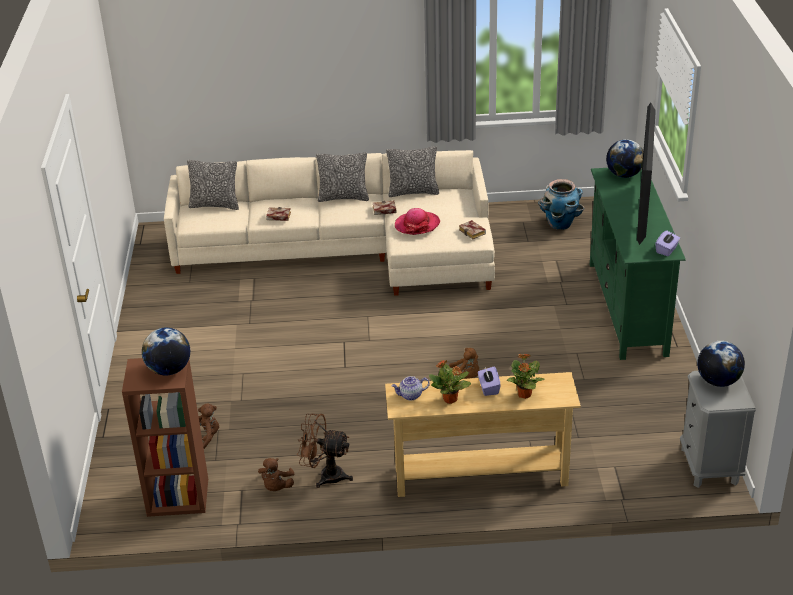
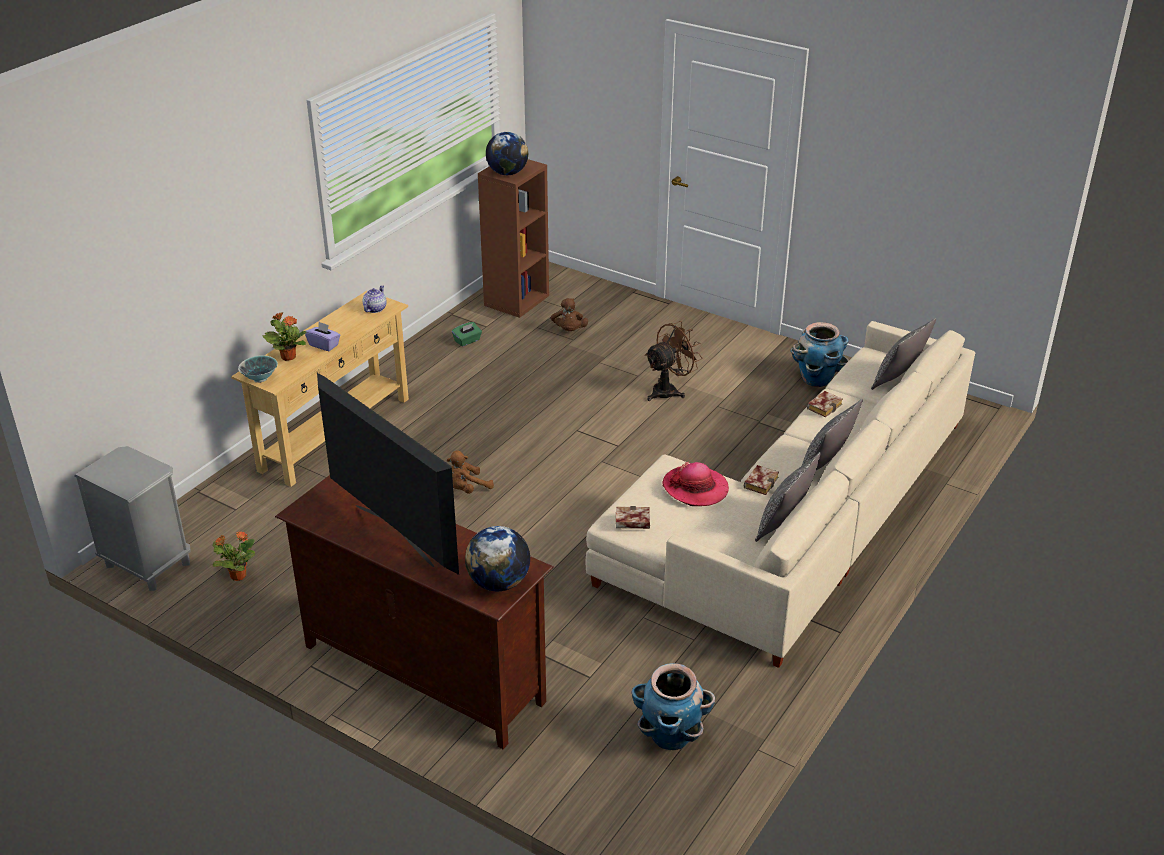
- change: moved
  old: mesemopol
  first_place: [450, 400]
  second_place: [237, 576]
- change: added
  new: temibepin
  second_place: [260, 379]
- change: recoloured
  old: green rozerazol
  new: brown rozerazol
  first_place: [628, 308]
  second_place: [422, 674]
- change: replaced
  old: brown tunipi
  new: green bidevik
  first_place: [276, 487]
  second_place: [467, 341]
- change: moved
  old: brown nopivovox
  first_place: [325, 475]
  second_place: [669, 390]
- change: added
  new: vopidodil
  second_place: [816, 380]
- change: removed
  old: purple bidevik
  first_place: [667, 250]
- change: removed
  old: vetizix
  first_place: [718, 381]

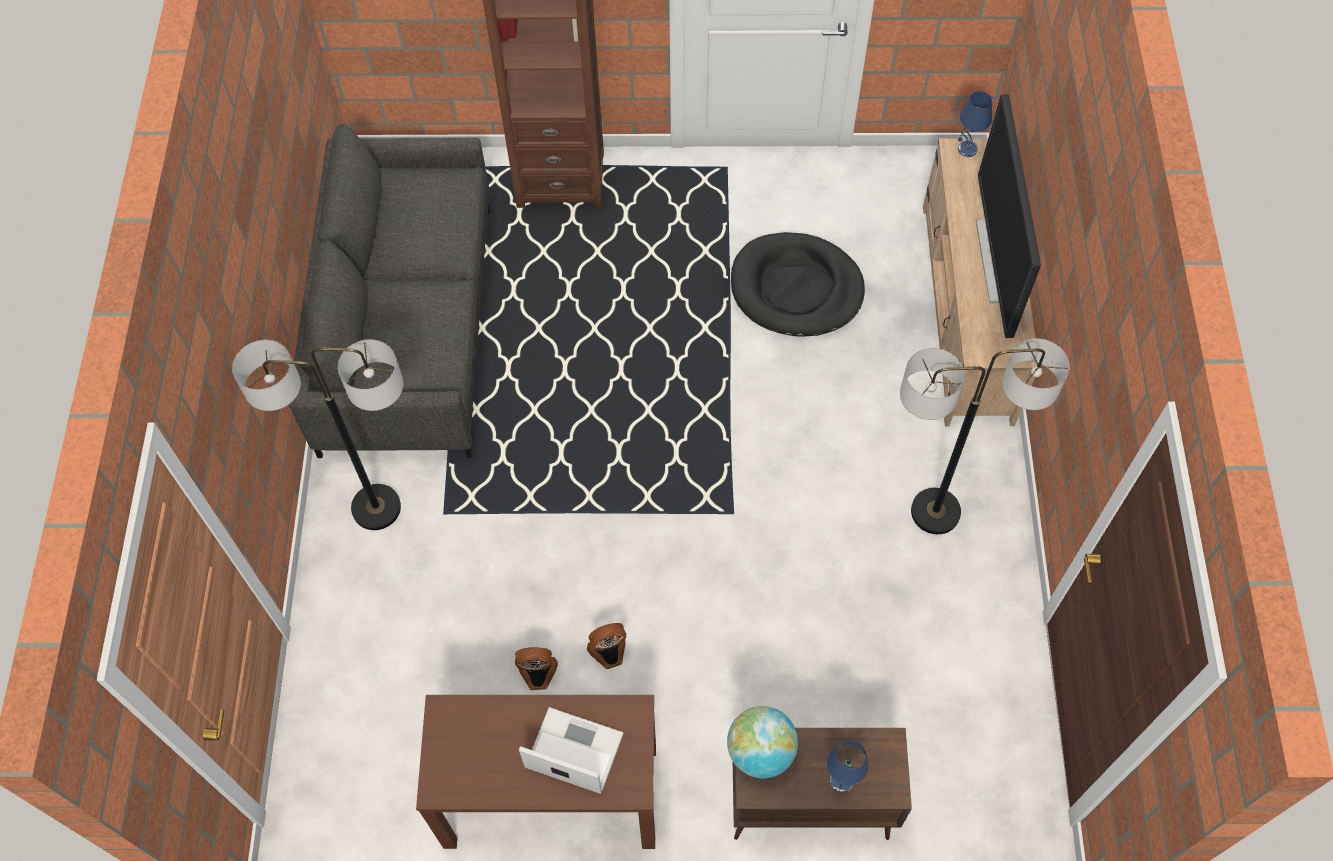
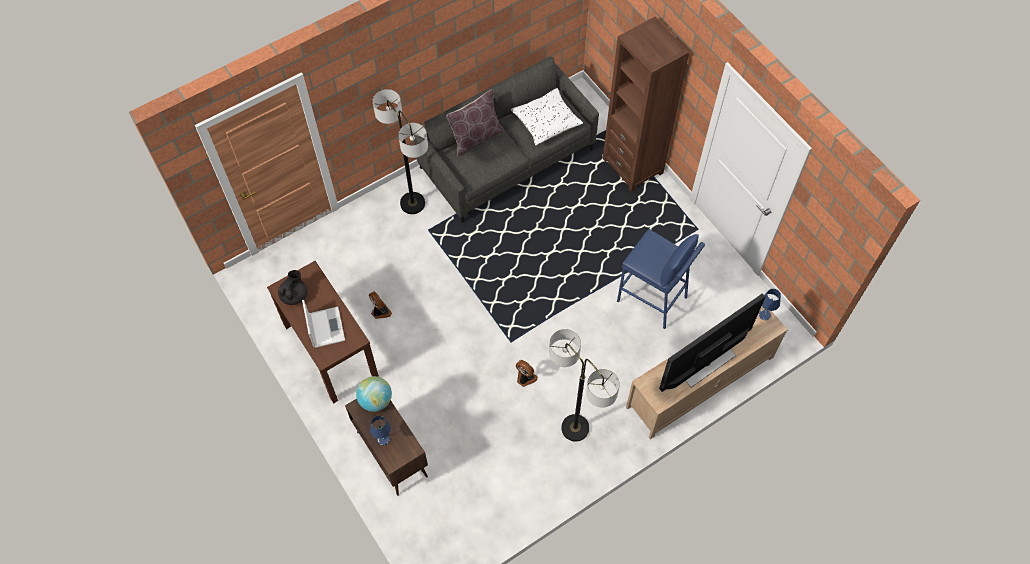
- change: added
  new: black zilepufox
  second_place: [294, 295]
- change: added
  new: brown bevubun
  second_place: [475, 138]
- change: added
  new: white bevubun
  second_place: [546, 122]
- change: moved
  old: nopivovox
  first_place: [609, 652]
  second_place: [525, 378]
- change: replaced
  old: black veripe
  new: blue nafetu
  first_place: [796, 289]
  second_place: [652, 299]

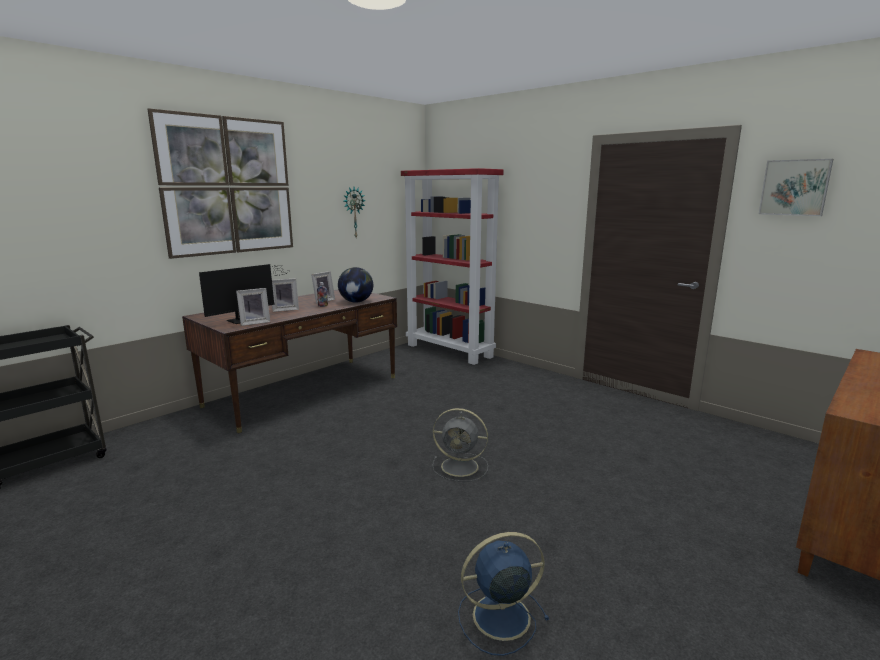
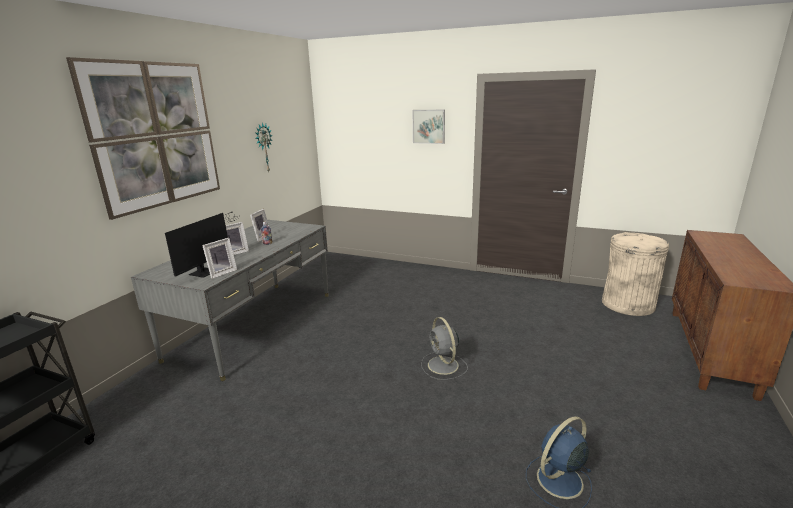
- change: recoloured
  old: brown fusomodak
  new: grey fusomodak
  first_place: [304, 391]
  second_place: [254, 324]
- change: moved
  old: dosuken
  first_place: [794, 187]
  second_place: [429, 126]
- change: turned
  old: grey nopivovox
  first_place: [461, 467]
  second_place: [443, 366]
  degrees: 75
- change: added
  new: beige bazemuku
  second_place: [627, 304]
- change: removed
  old: vetizix
  first_place: [356, 302]
- change: removed
  old: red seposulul
  first_place: [450, 351]

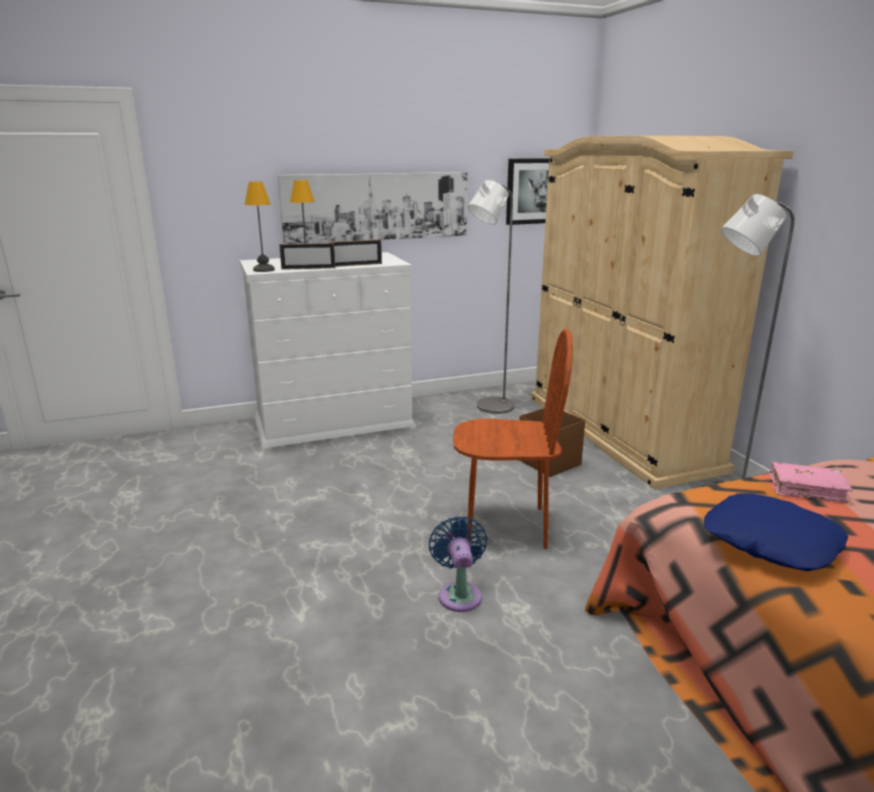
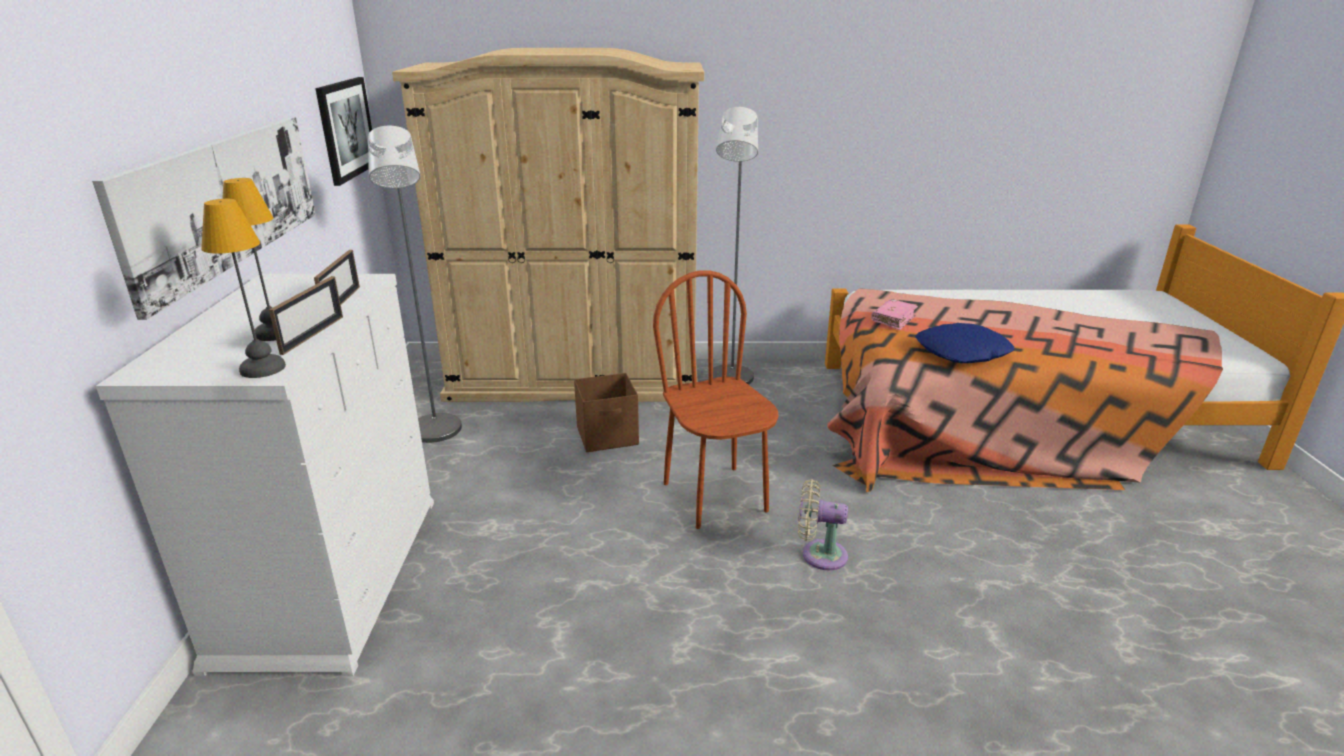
- change: turned
  old: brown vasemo
  first_place: [505, 526]
  second_place: [716, 497]
  degrees: -45
- change: recoloured
  old: blue nopivovox
  new: beige nopivovox
  first_place: [459, 593]
  second_place: [819, 554]

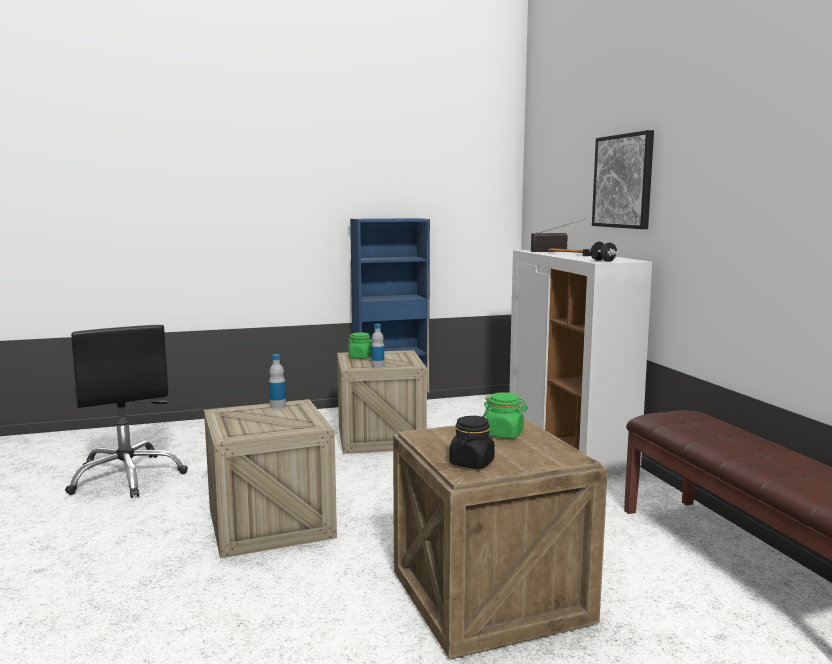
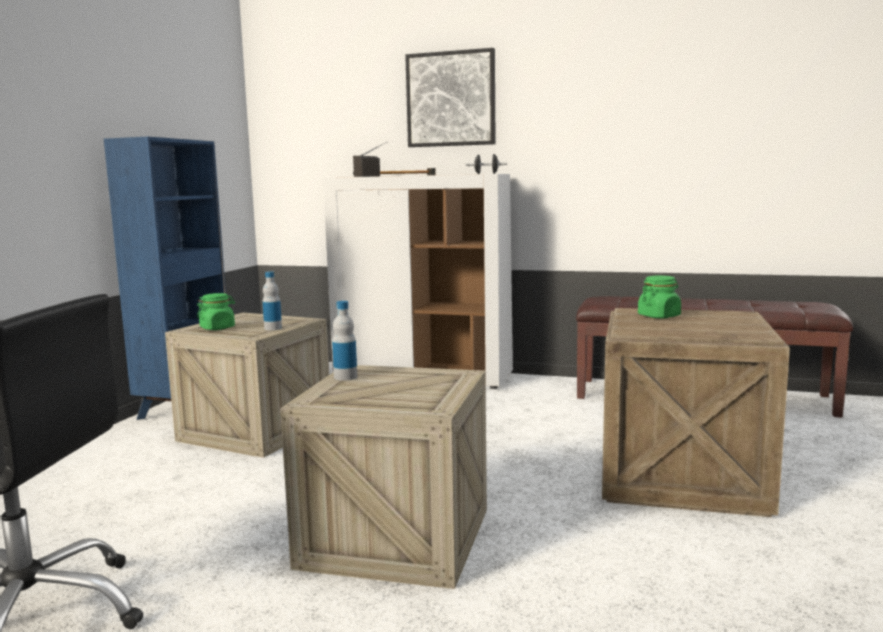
- change: removed
  old: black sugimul
  first_place: [471, 463]

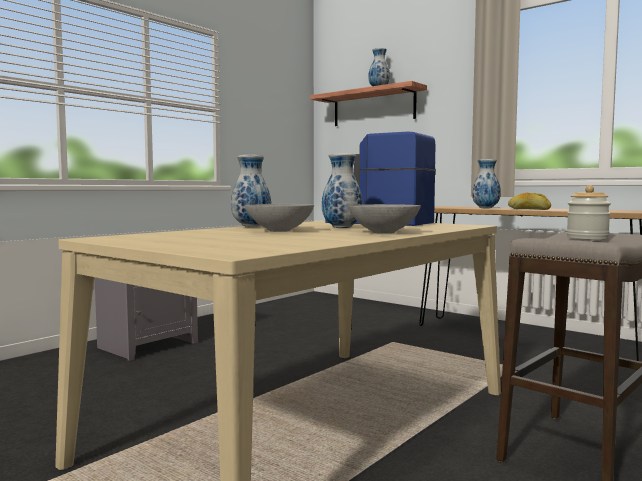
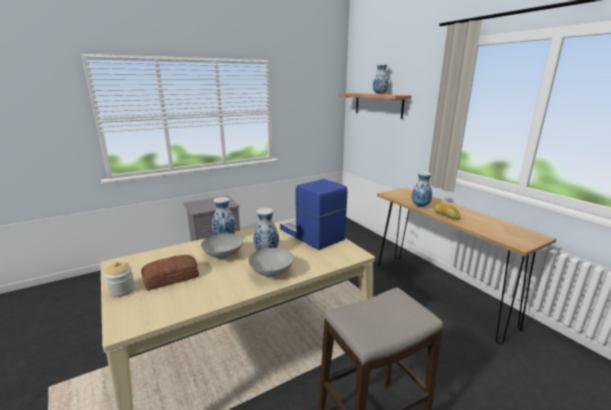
- change: moved
  old: sugimul
  first_place: [587, 238]
  second_place: [122, 290]
- change: added
  new: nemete
  second_place: [172, 278]

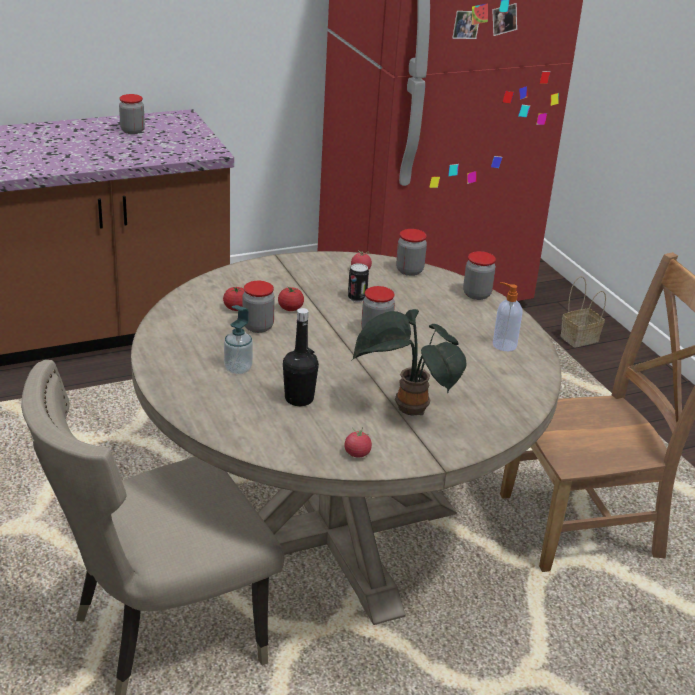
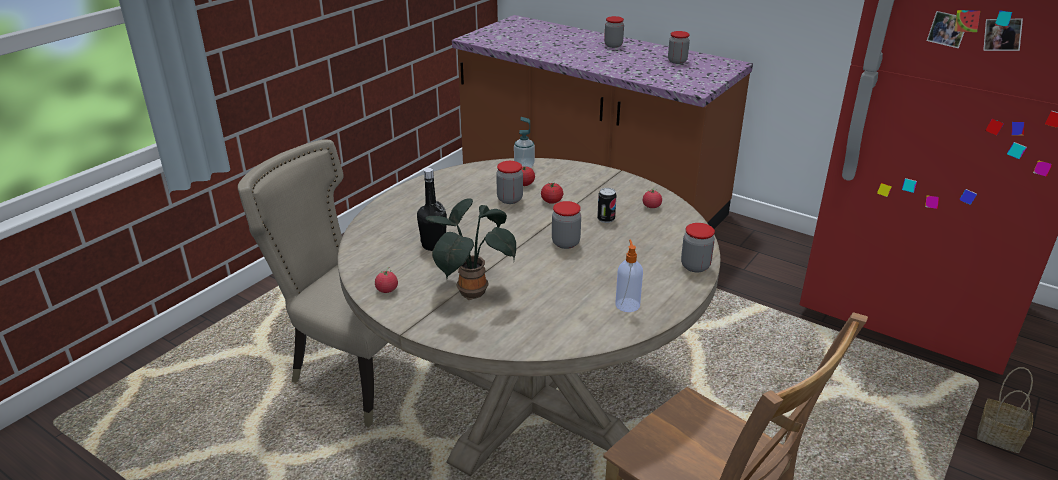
- change: moved
  old: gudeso
  first_place: [238, 368]
  second_place: [524, 166]
- change: moved
  old: sugimul
  first_place: [409, 271]
  second_place: [613, 45]

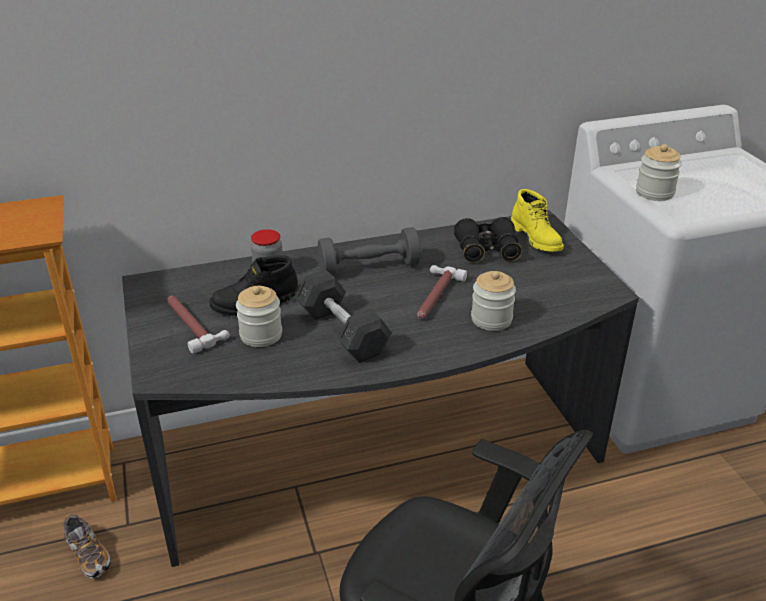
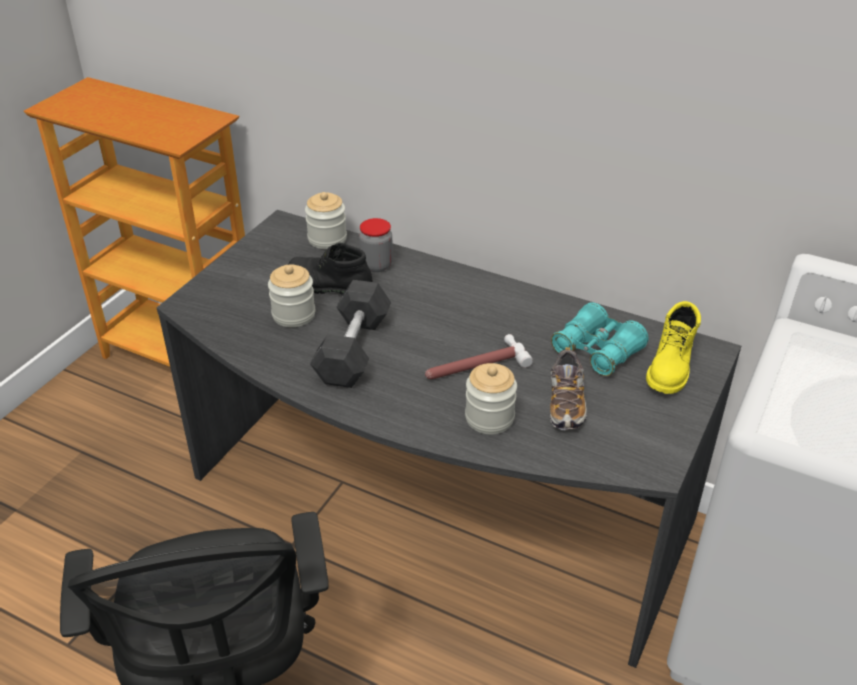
- change: moved
  old: sugimul
  first_place: [654, 193]
  second_place: [327, 239]
- change: moved
  old: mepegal
  first_place: [88, 555]
  second_place: [566, 404]
- change: recoloured
  old: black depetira
  new: turquoise depetira
  first_place: [487, 250]
  second_place: [597, 351]
- change: removed
  old: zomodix
  first_place: [192, 324]
- change: removed
  old: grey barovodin
  first_place: [369, 268]

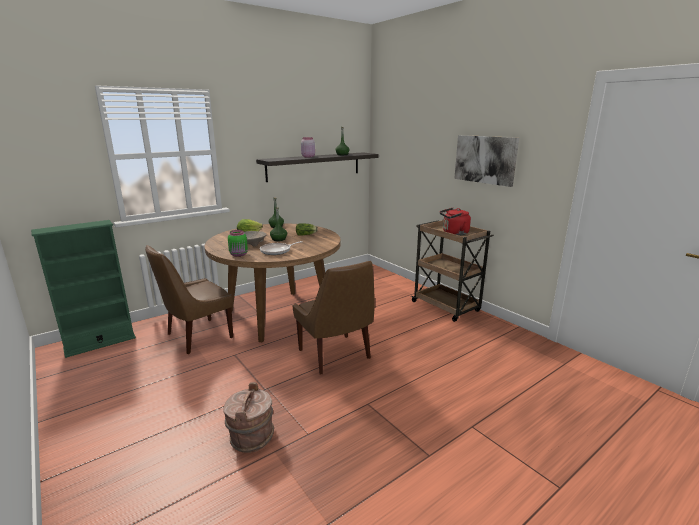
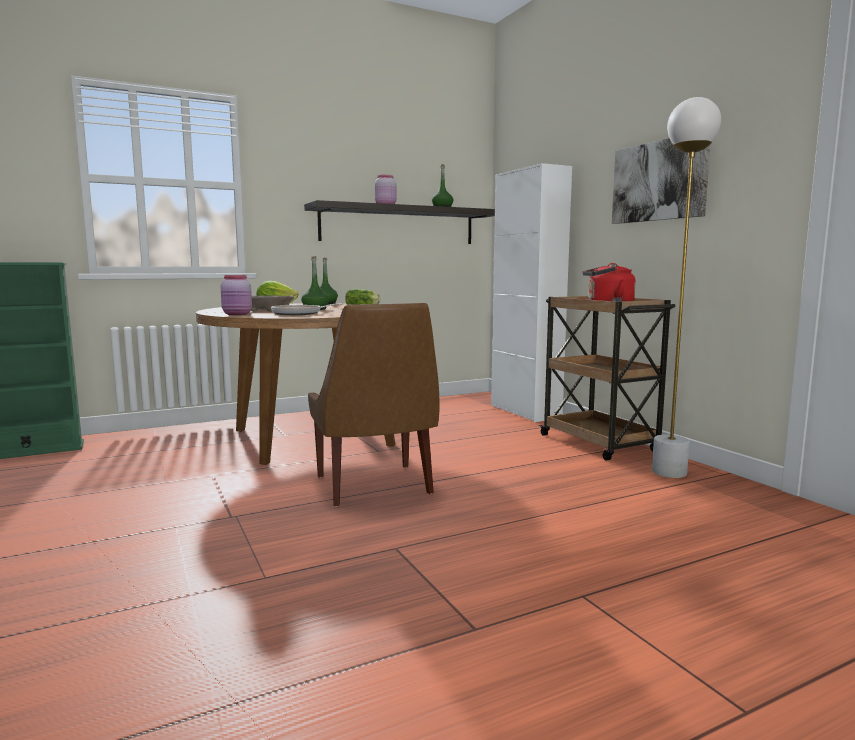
- change: recoloured
  old: green sugimul
  new: pink sugimul
  first_place: [239, 255]
  second_place: [237, 314]
- change: added
  new: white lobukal
  second_place: [525, 412]
- change: added
  new: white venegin
  second_place: [669, 472]
- change: removed
  old: brown vasemo
  first_place: [197, 336]
- change: removed
  old: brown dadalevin
  first_place: [251, 437]

